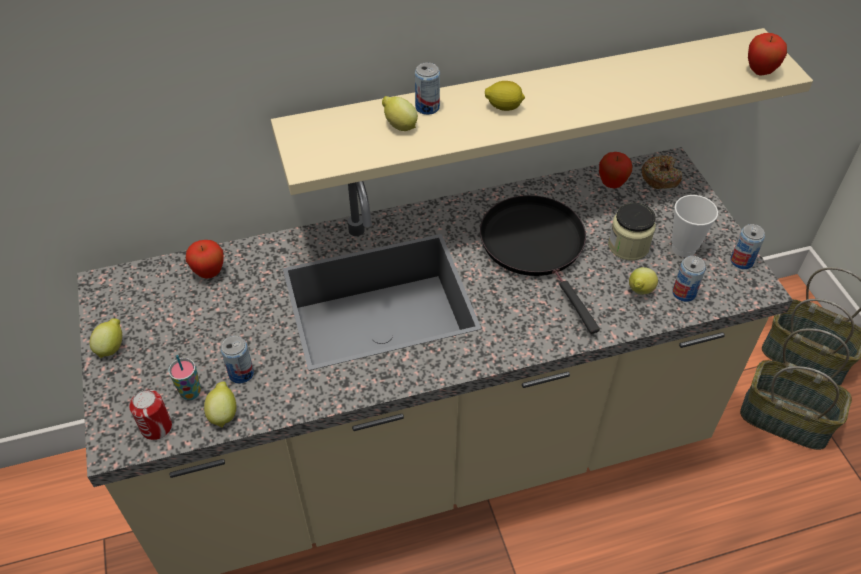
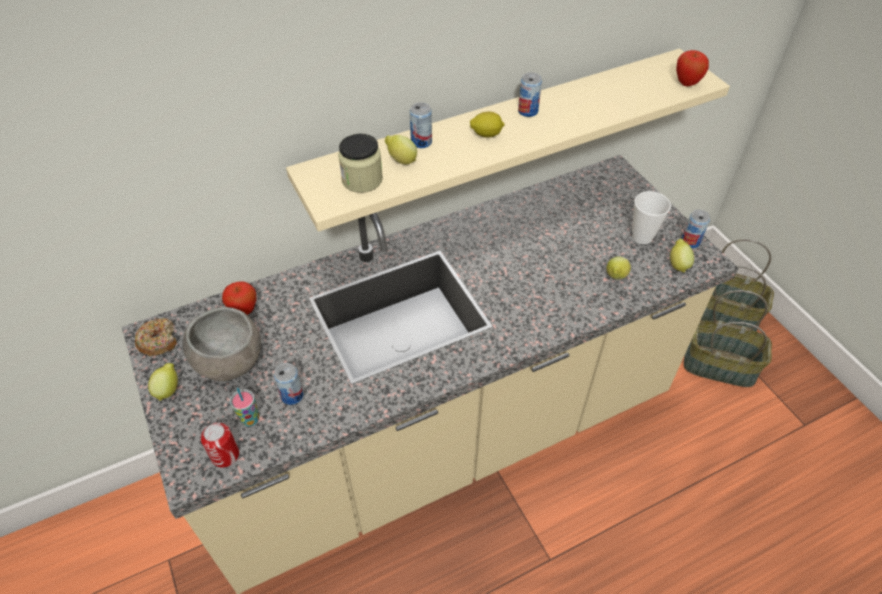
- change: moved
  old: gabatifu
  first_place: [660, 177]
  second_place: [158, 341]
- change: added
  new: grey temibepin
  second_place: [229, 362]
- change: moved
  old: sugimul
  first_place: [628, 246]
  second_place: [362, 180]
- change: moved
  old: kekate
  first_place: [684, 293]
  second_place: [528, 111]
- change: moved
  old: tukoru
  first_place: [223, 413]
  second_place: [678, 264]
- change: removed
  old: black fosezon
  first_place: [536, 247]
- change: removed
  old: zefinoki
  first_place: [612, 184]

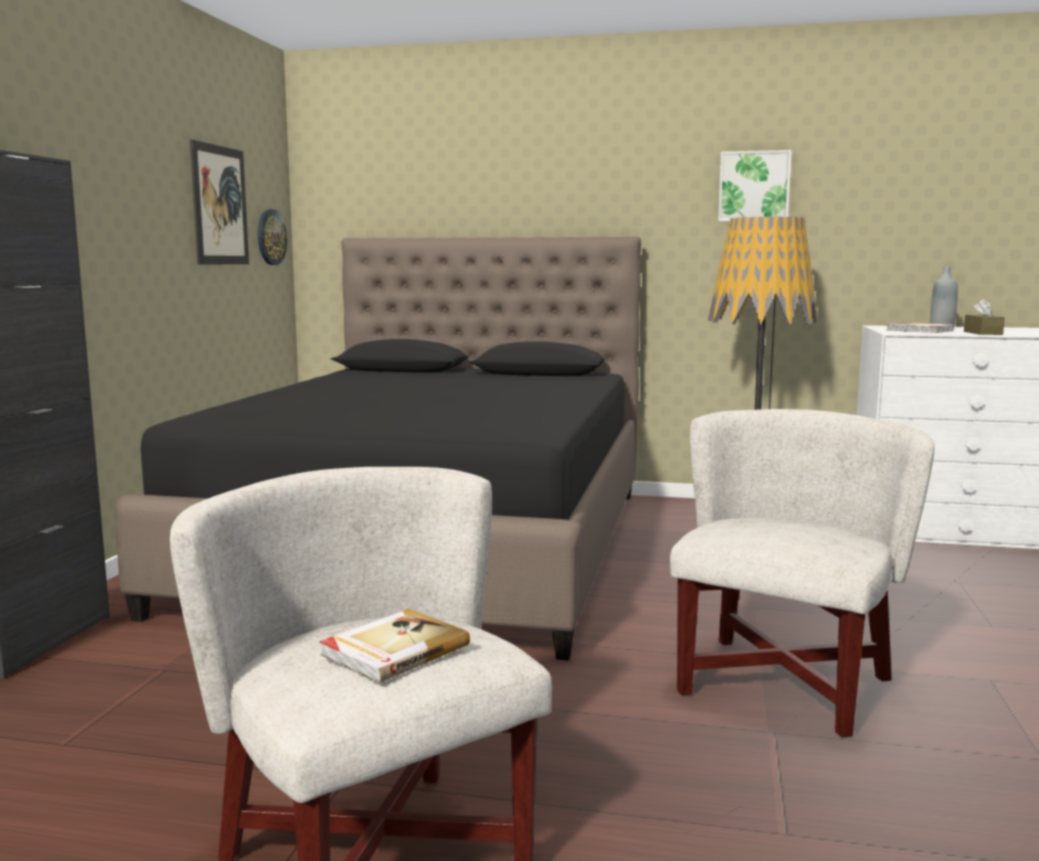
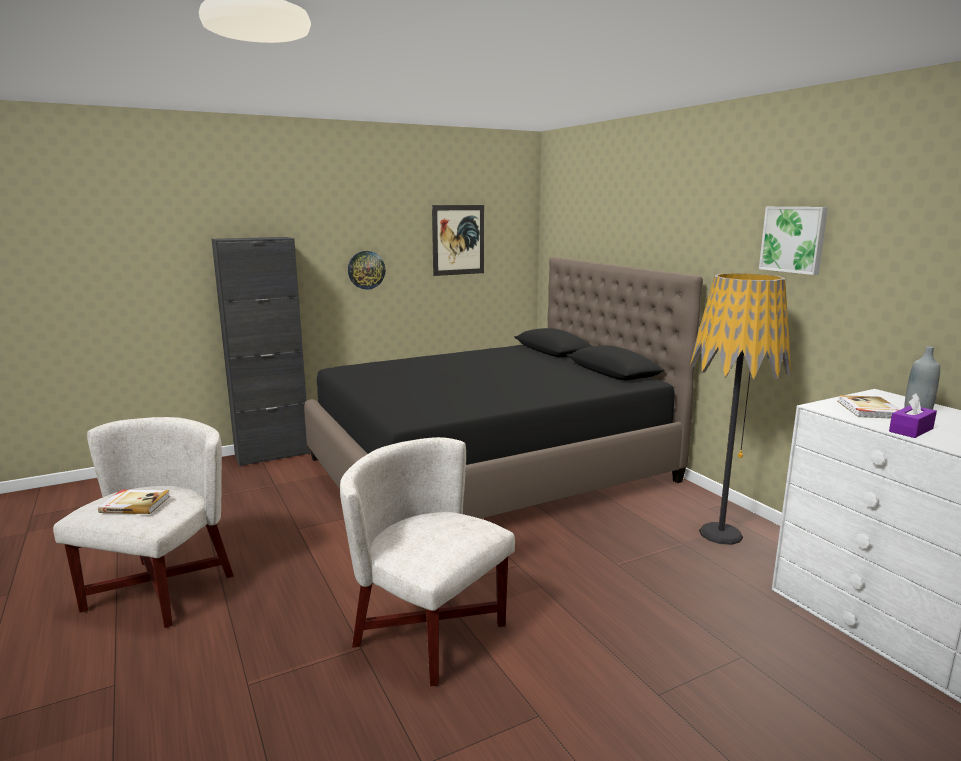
- change: turned
  old: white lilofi
  first_place: [783, 684]
  second_place: [430, 632]
  degrees: -135
- change: moved
  old: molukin
  first_place: [270, 237]
  second_place: [366, 270]
- change: recoloured
  old: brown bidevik
  new: purple bidevik
  first_place: [982, 333]
  second_place: [911, 430]

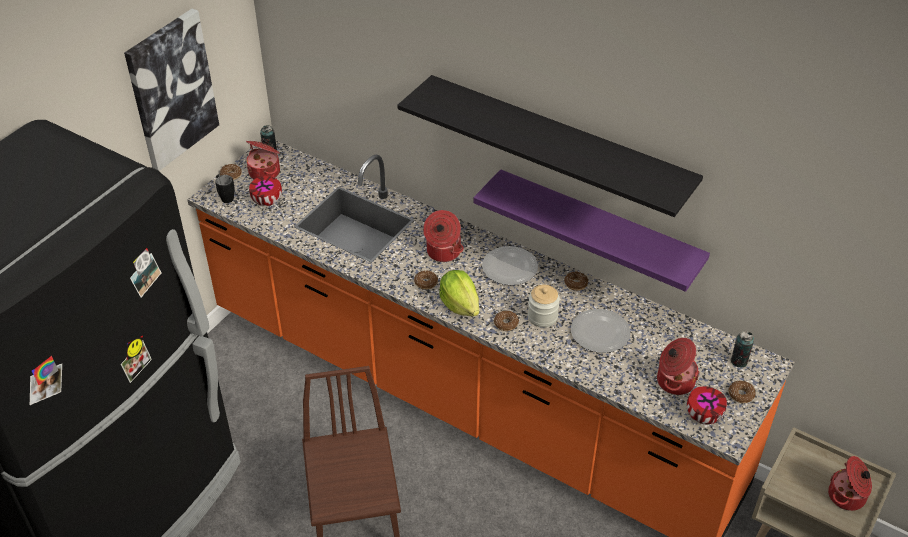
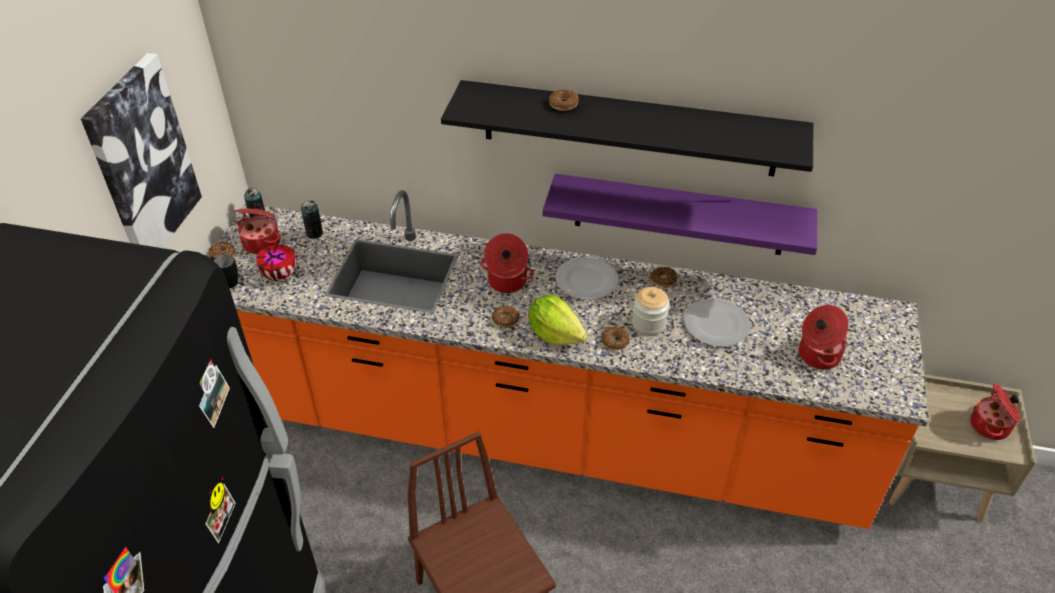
- change: moved
  old: kekate
  first_place: [739, 361]
  second_place: [314, 233]
- change: moved
  old: gabatifu
  first_place: [741, 394]
  second_place: [563, 104]
- change: removed
  old: temibepin
  first_place: [703, 415]

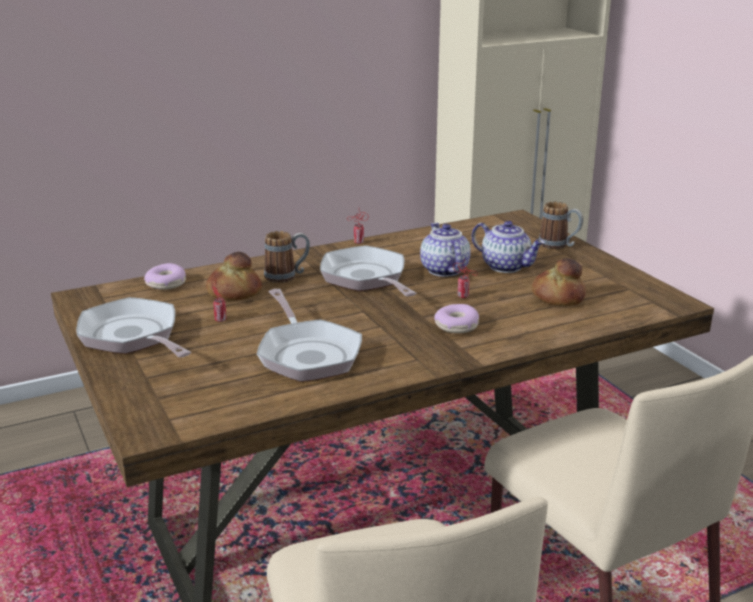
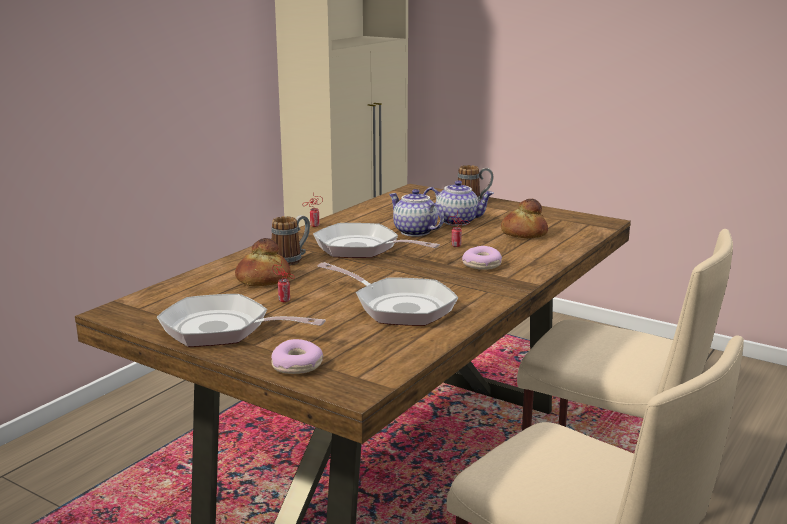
- change: moved
  old: gabatifu
  first_place: [166, 284]
  second_place: [297, 365]

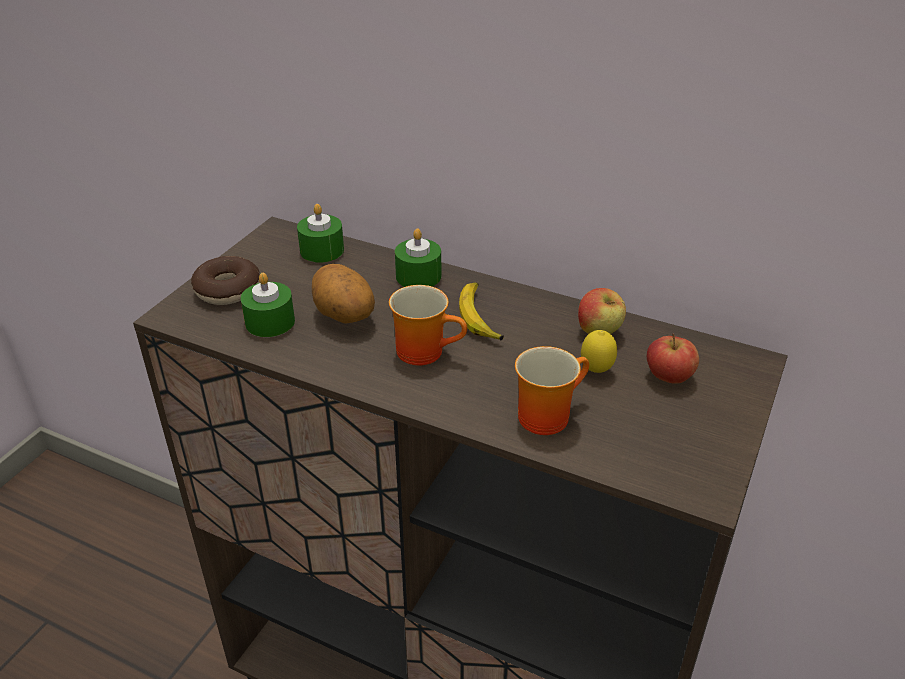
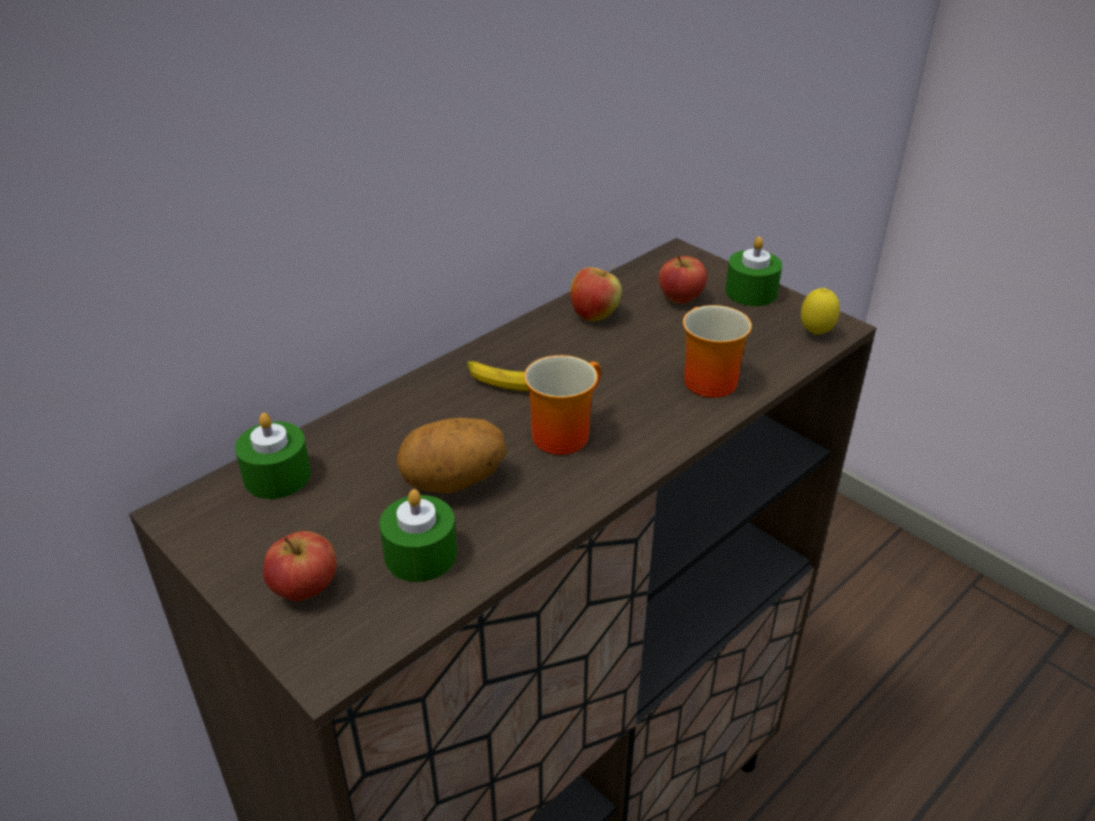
- change: replaced
  old: gabatifu
  new: zefinoki
  first_place: [227, 290]
  second_place: [305, 589]
- change: moved
  old: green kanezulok
  first_place: [418, 276]
  second_place: [751, 292]
- change: moved
  old: tukoru
  first_place: [596, 371]
  second_place: [815, 334]

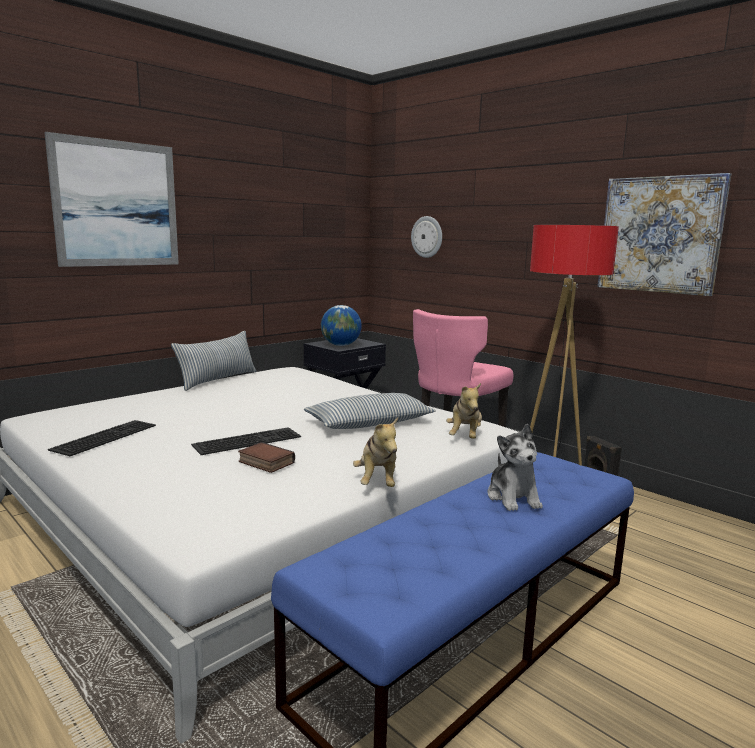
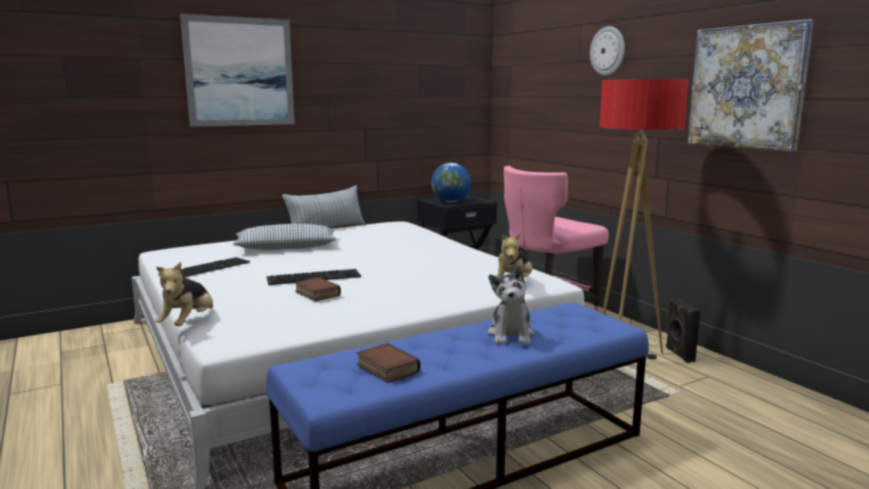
- change: moved
  old: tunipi
  first_place: [377, 482]
  second_place: [188, 323]
- change: moved
  old: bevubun
  first_place: [369, 423]
  second_place: [286, 247]
- change: added
  new: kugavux
  second_place: [385, 368]
- change: moved
  old: molukin
  first_place: [427, 237]
  second_place: [608, 51]

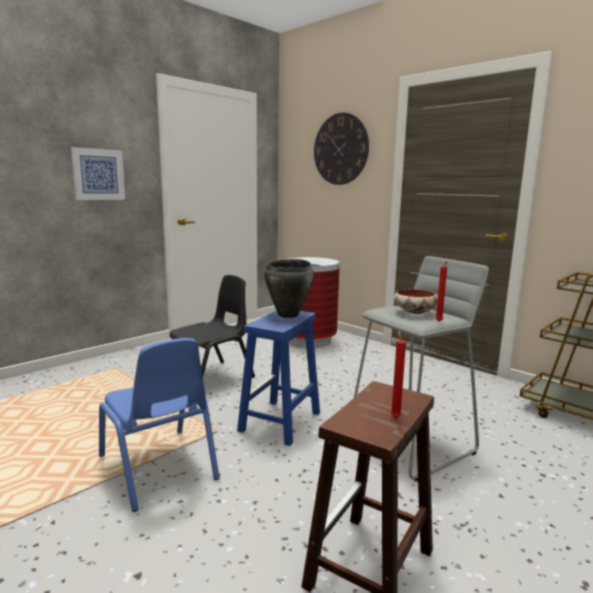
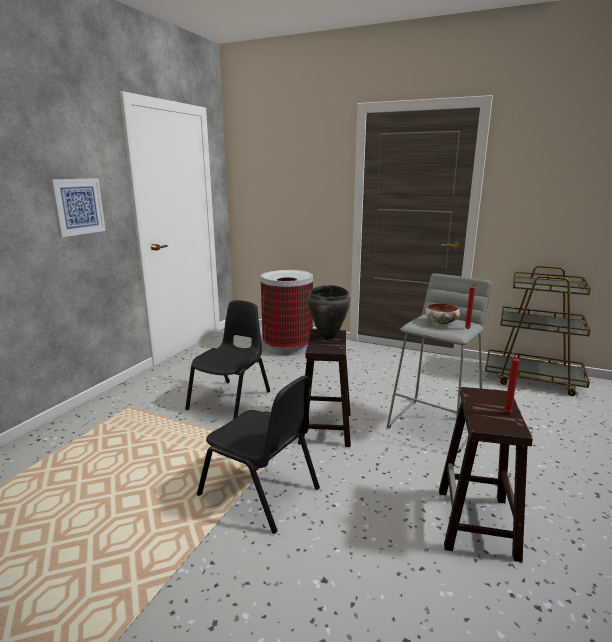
- change: recoloured
  old: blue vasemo
  new: black vasemo
  first_place: [158, 468]
  second_place: [260, 492]
- change: recoloured
  old: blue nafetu
  new: brown nafetu
  first_place: [280, 422]
  second_place: [326, 428]
- change: removed
  old: molukin
  first_place: [340, 149]

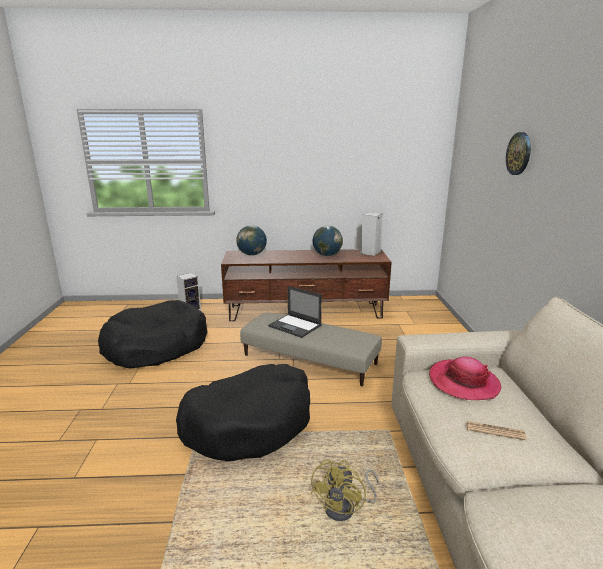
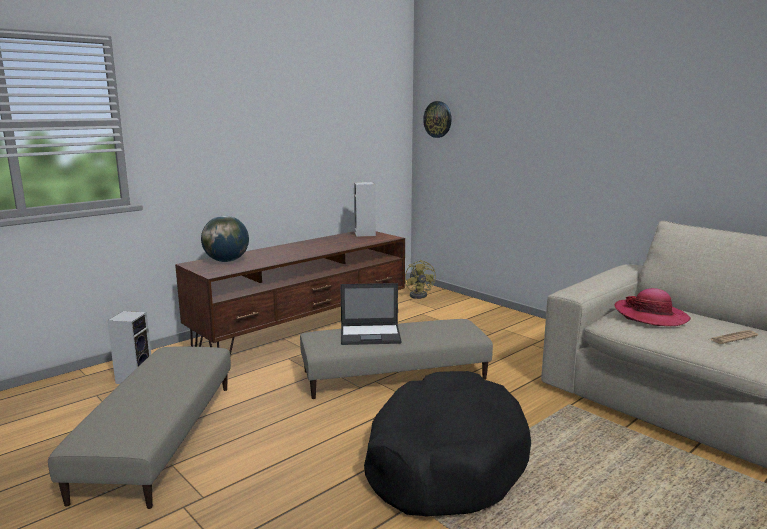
- change: replaced
  old: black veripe
  new: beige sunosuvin
  first_place: [156, 346]
  second_place: [158, 437]
- change: moved
  old: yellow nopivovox
  first_place: [346, 508]
  second_place: [420, 295]
- change: moved
  old: molukin
  first_place: [519, 153]
  second_place: [438, 119]
- change: removed
  old: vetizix
  first_place: [327, 255]

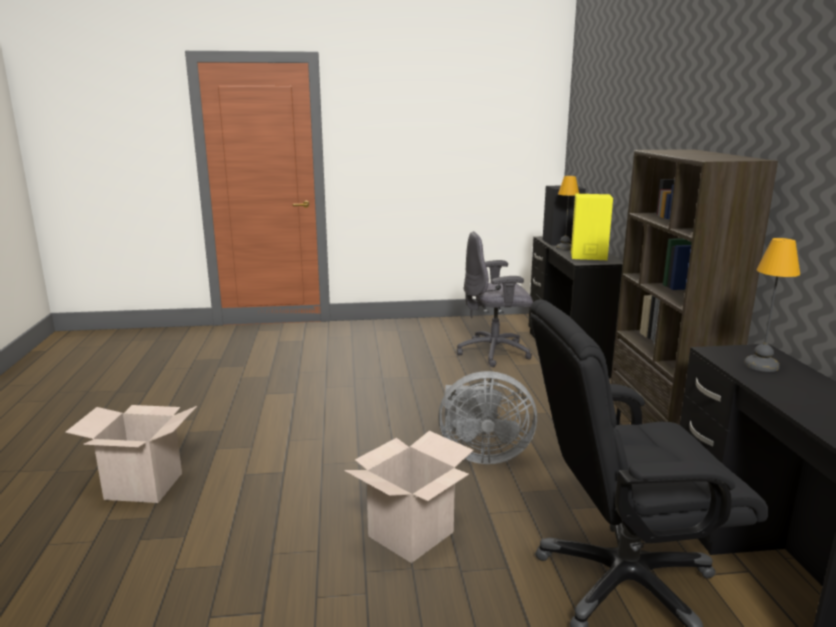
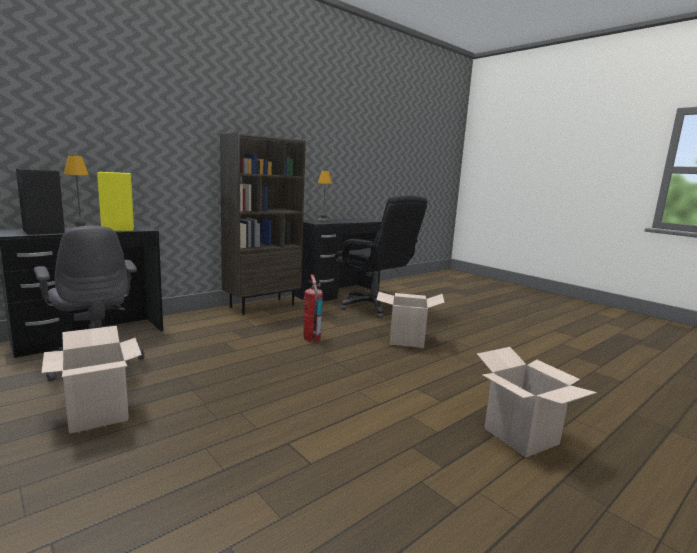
- change: added
  new: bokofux
  second_place: [98, 414]
- change: replaced
  old: grey nopivovox
  new: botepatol
  first_place: [482, 454]
  second_place: [311, 338]

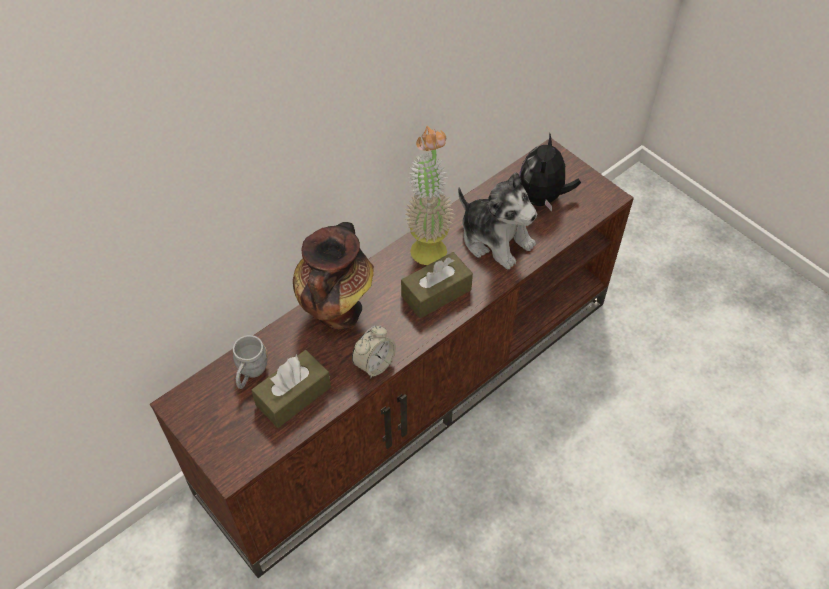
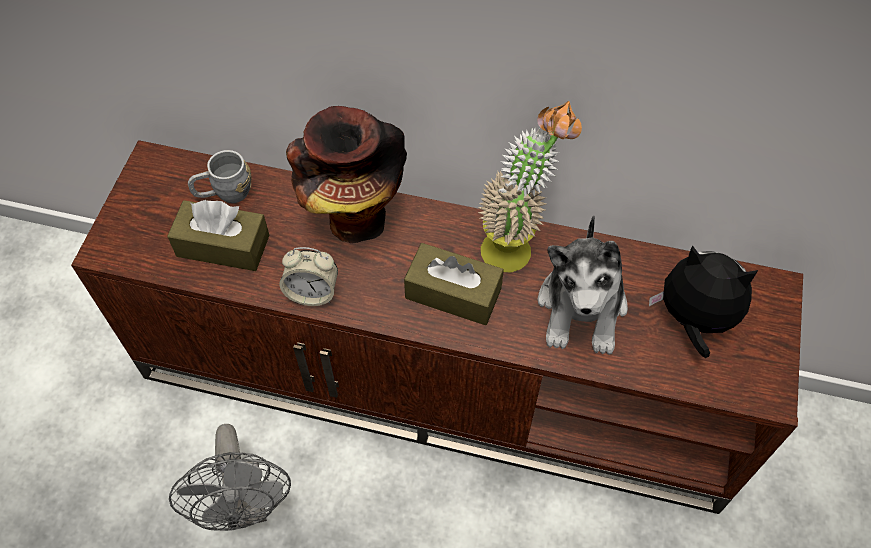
- change: added
  new: grey nopivovox
  second_place: [247, 506]
- change: turned
  old: tunipi
  first_place: [542, 198]
  second_place: [693, 320]
  degrees: 45

